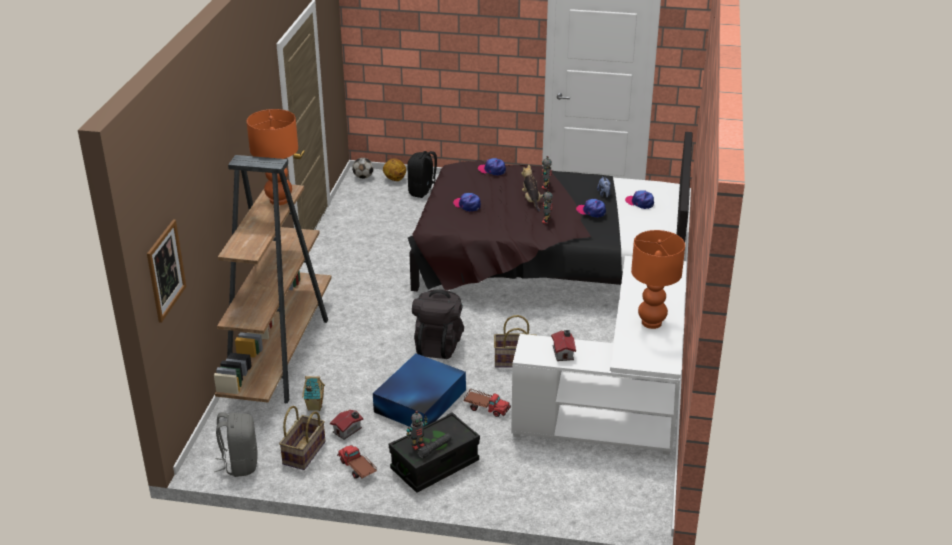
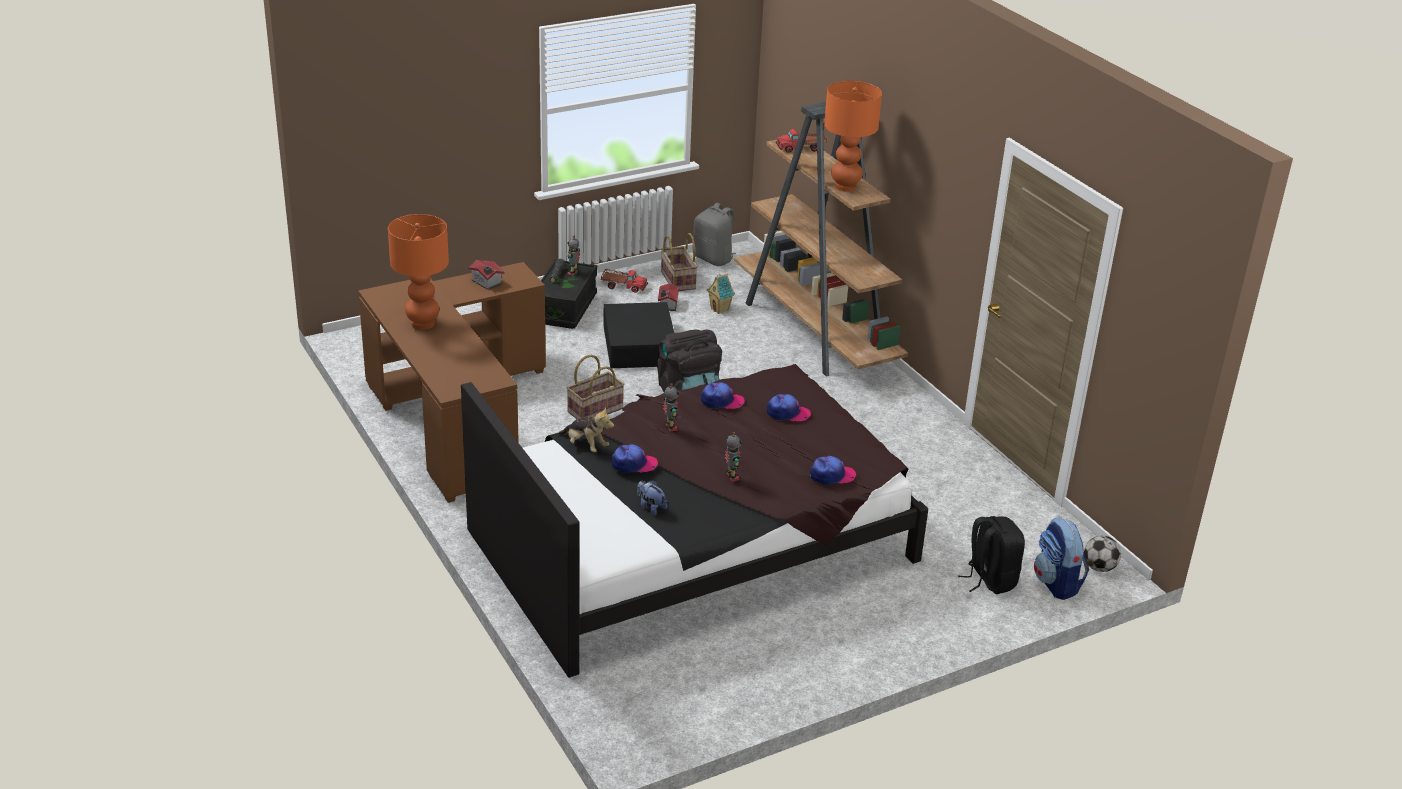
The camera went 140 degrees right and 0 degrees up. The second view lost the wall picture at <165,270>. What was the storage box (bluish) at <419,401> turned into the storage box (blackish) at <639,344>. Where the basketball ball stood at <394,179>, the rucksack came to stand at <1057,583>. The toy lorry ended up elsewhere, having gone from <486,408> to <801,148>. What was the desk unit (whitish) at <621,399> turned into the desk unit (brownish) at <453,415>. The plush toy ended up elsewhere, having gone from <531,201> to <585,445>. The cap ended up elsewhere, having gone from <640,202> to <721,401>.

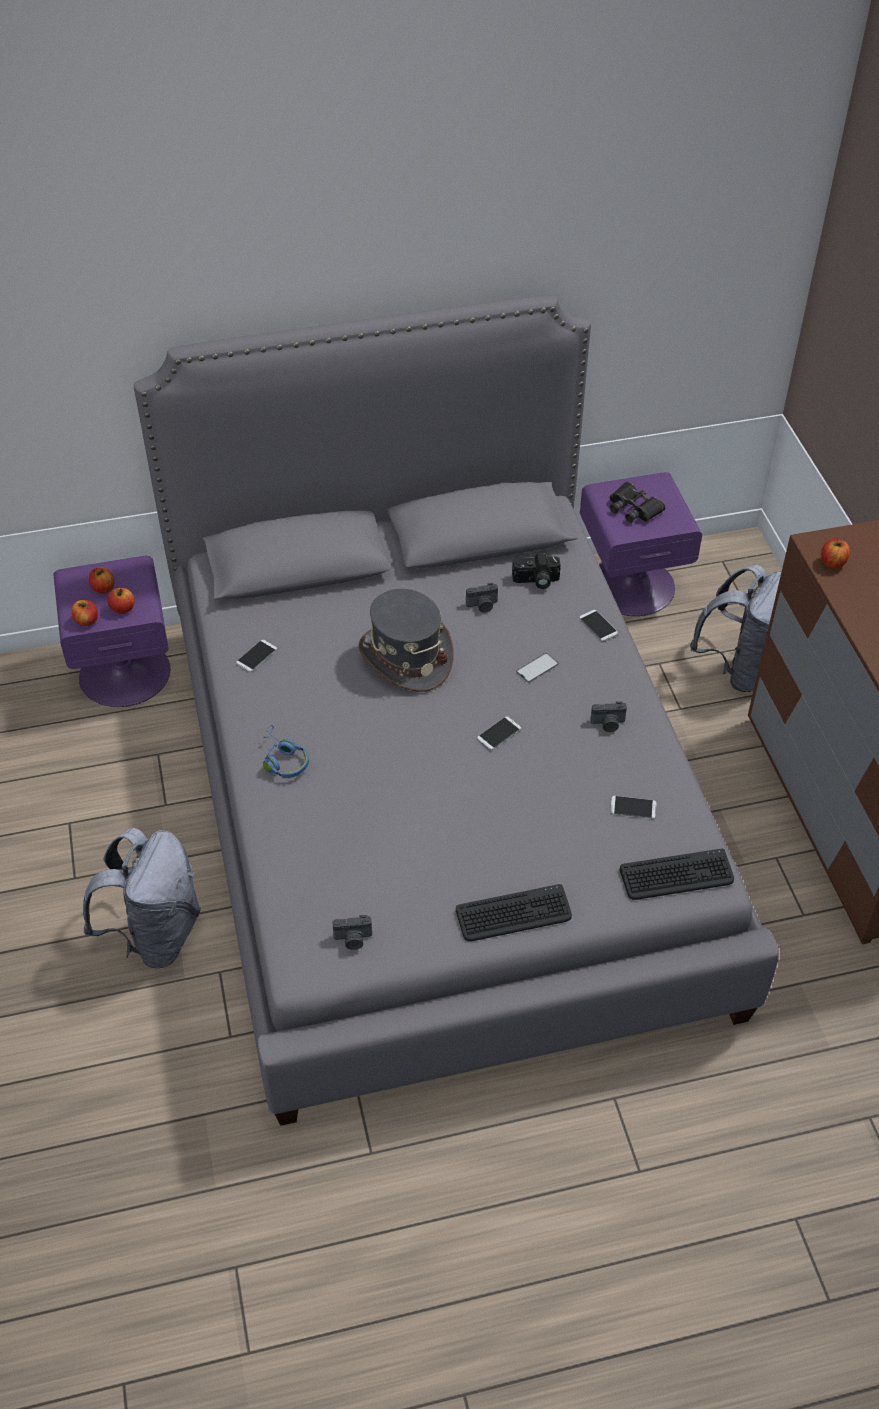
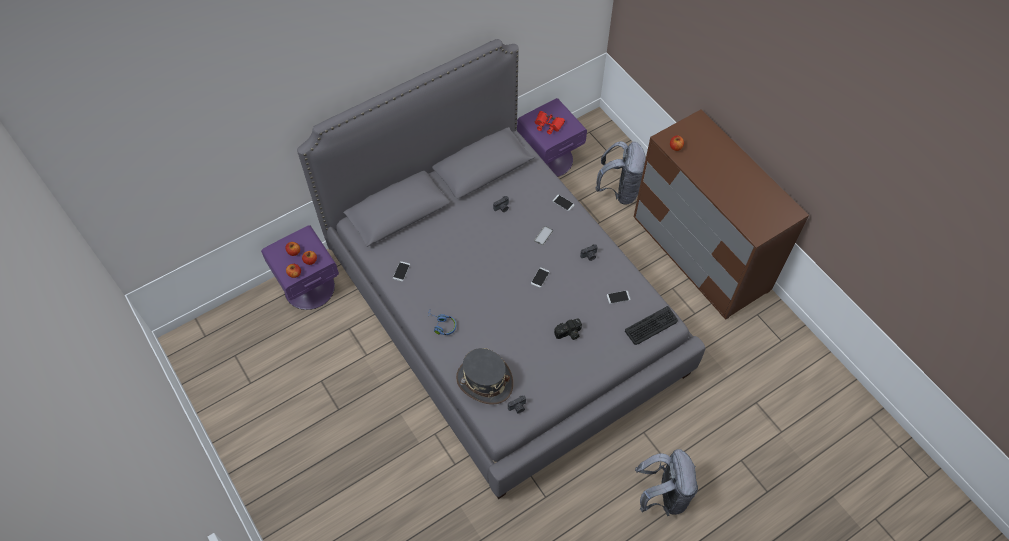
The camera went 20 degrees left and 10 degrees up. The rucksack (greyish) ended up elsewhere, having gone from <156,934> to <663,494>. The hat (greyish) ended up elsewhere, having gone from <405,657> to <484,381>. The second view lost the keyboard at <514,914>. The still camera ended up elsewhere, having gone from <536,581> to <568,334>. What was the pair of binoculars (blackish) at <634,508> turned into the pair of binoculars (reddish) at <548,124>.

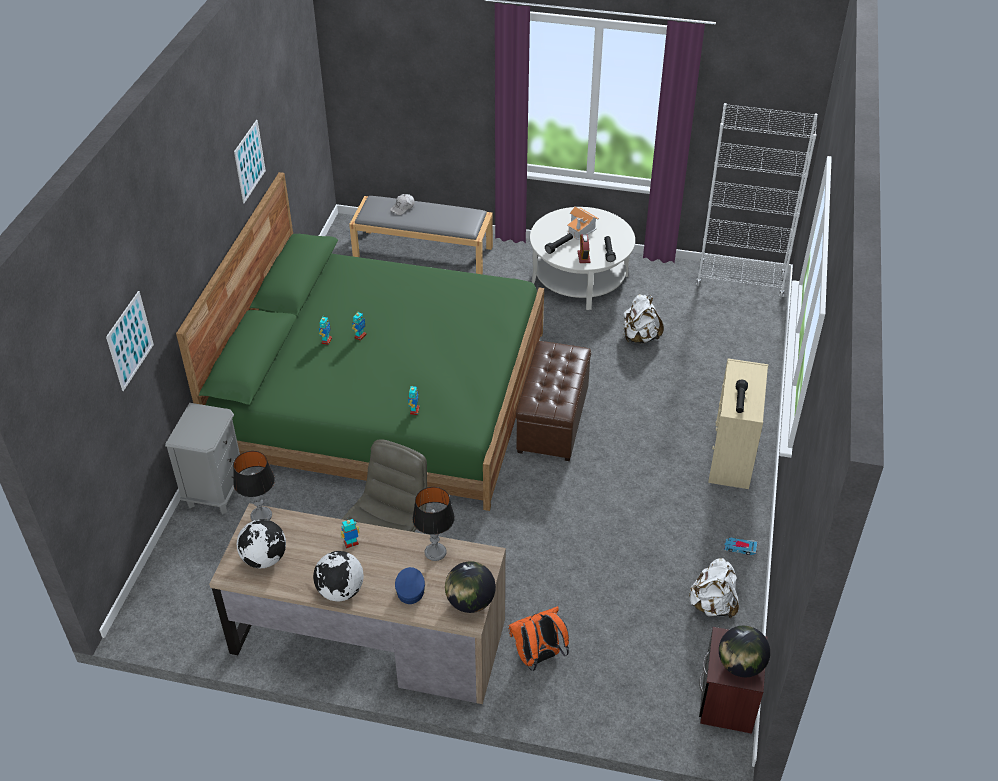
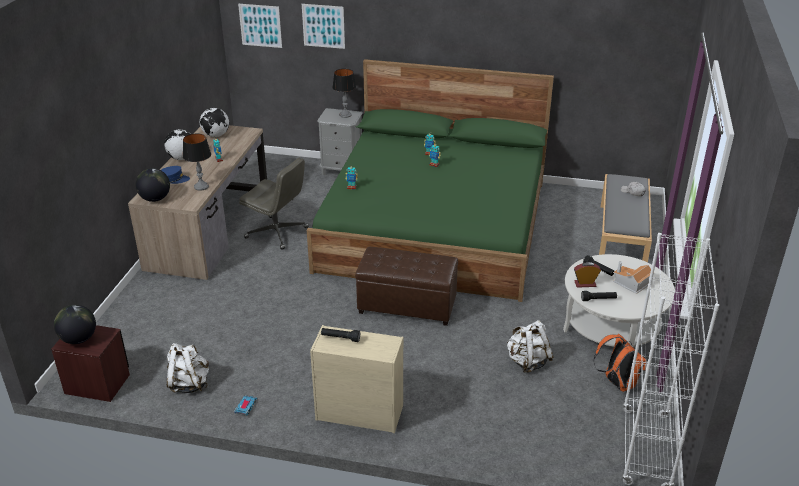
The camera went 90 degrees right and 10 degrees down. The tabletop lamp ended up elsewhere, having gone from <261,516> to <345,115>. The wall picture ended up elsewhere, having gone from <249,161> to <260,25>. The rucksack (orange-coloured) ended up elsewhere, having gone from <538,657> to <617,383>.

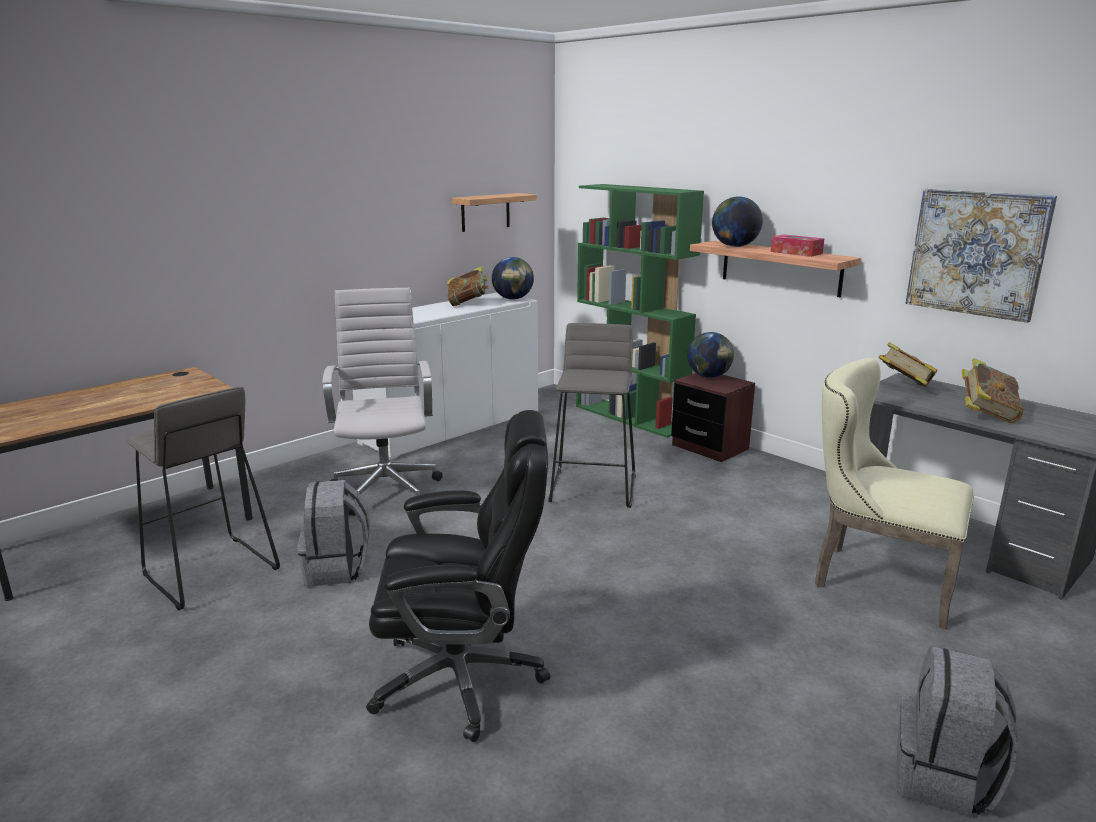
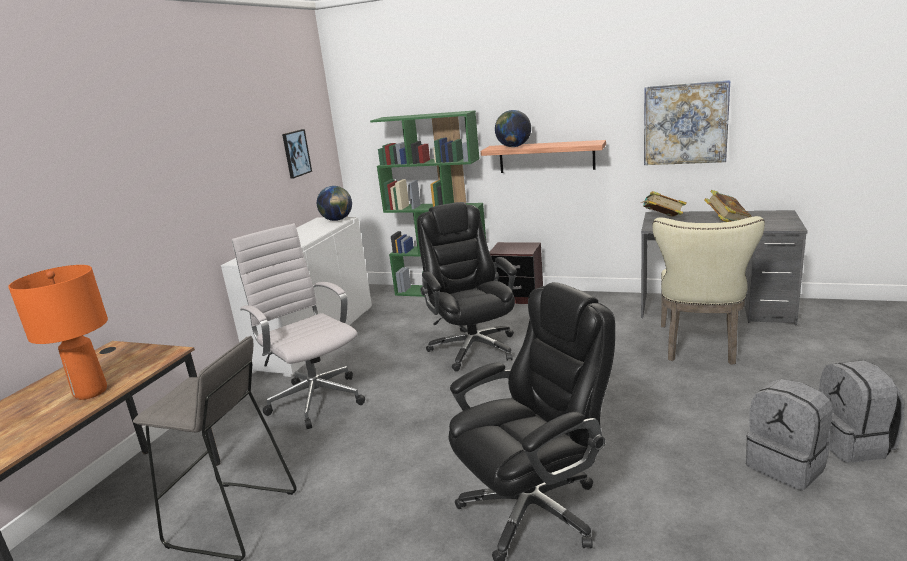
The camera went 25 degrees left and 0 degrees up. The rucksack (greyish) ended up elsewhere, having gone from <337,569> to <787,466>. The second view lost the volume at <468,304>. Where the shelf hung at <485,212>, the wall picture came to hang at <296,153>. Where the stool (greyish) stood at <593,488>, the office chair (blackish) came to stand at <472,347>. The second view lost the world globe at <709,376>. The second view lost the tissue holder at <796,252>. The plain chair (beige-coloured) at <875,579> ended up facing another way, 75 degrees counterclockwise from before. The second view gained the tabletop lamp (orange-coloured) at <91,392>.

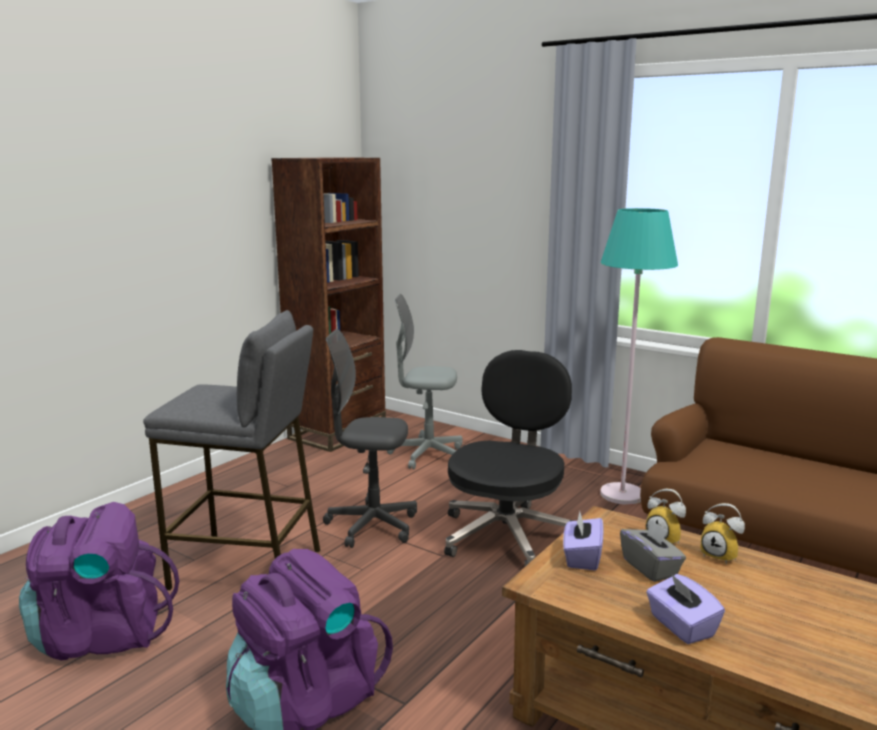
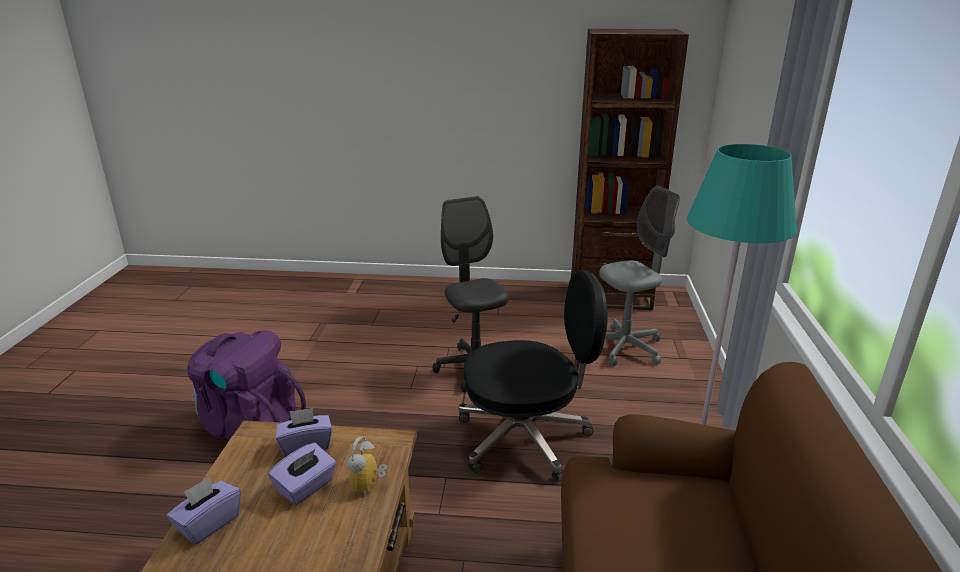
The camera went 60 degrees right and 10 degrees up. The second view lost the rucksack (purple) at <102,635>. The second view lost the stool (greyish) at <247,568>. The office chair (greyish) at <427,455> ended up facing another way, 90 degrees clockwise from before. What was the tissue holder (greyish) at <650,568> turned into the tissue holder (purple) at <306,487>. The second view lost the bedside clock at <721,556>.

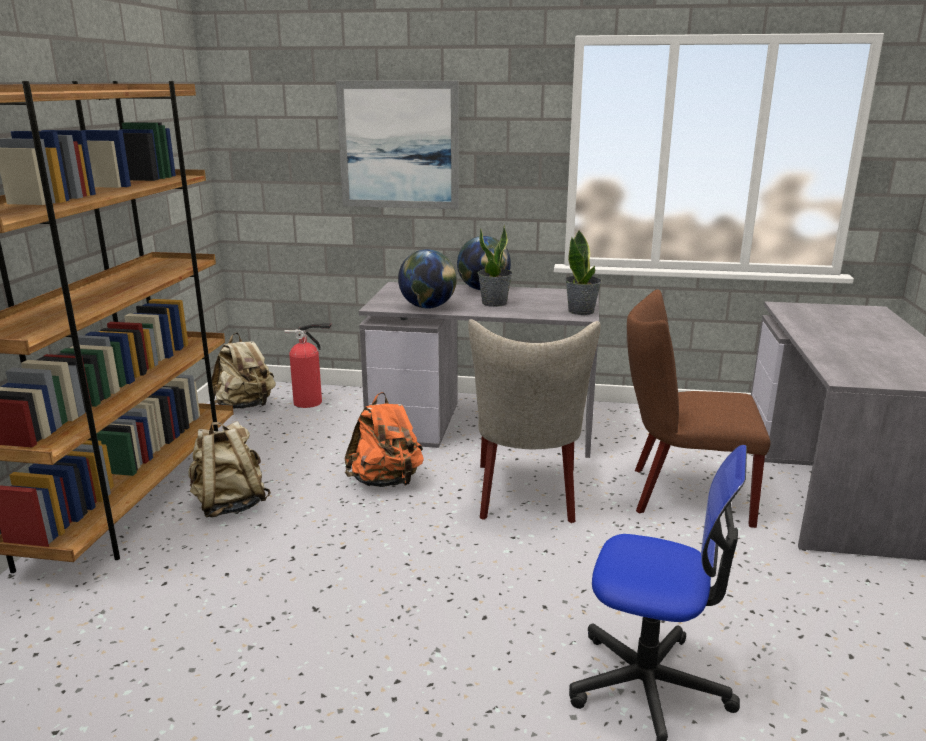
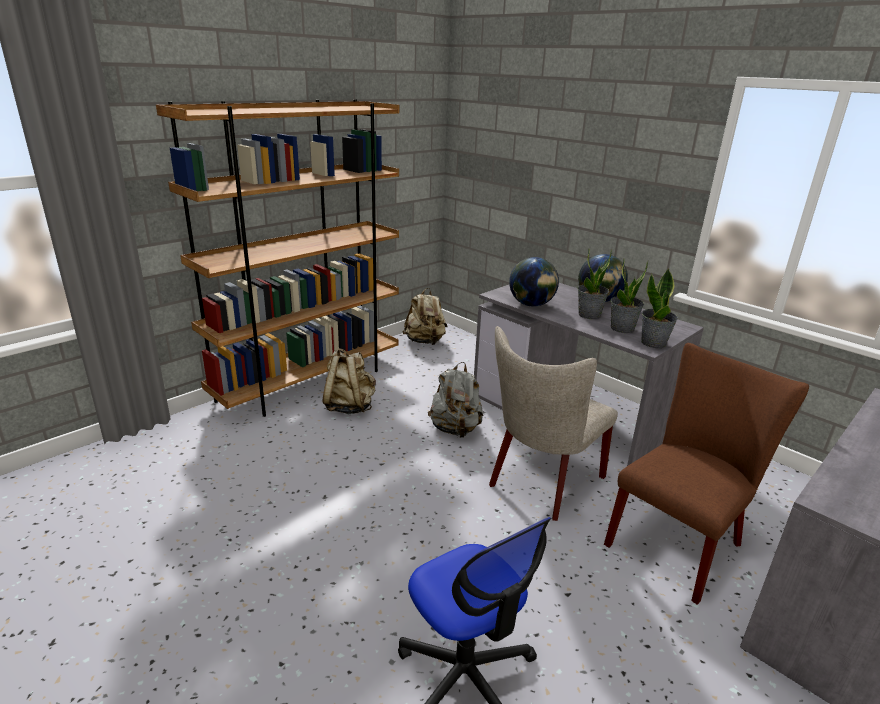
The camera went 35 degrees right and 5 degrees up. The second view lost the fire extinguisher at <311,402>. The second view lost the wall picture at <398,145>. What was the rucksack (orange-coloured) at <386,481> turned into the rucksack (greyish) at <455,429>. The plain chair (brownish) at <681,494> ended up facing another way, 90 degrees clockwise from before. The second view gained the houseplant at <622,328>.

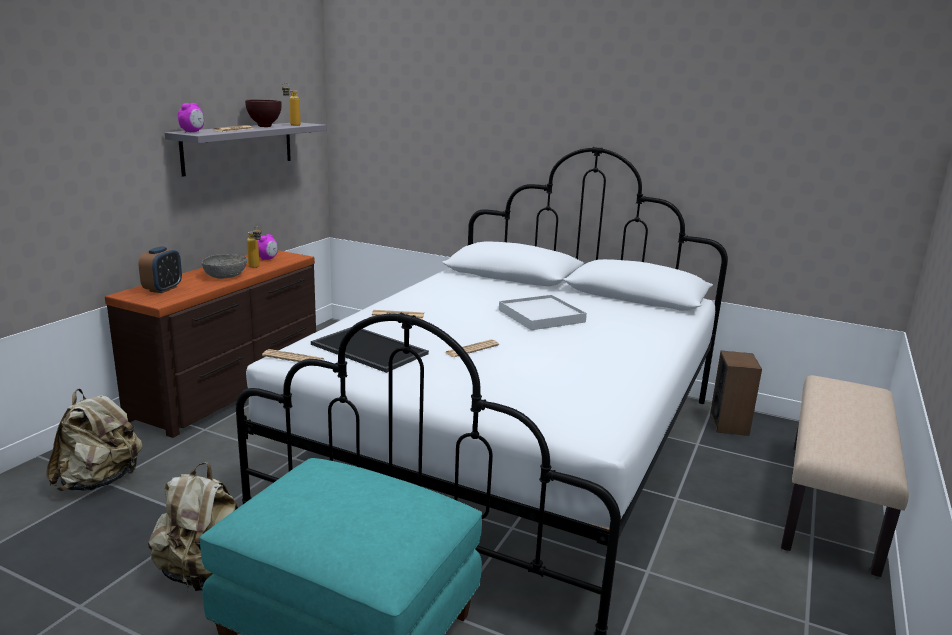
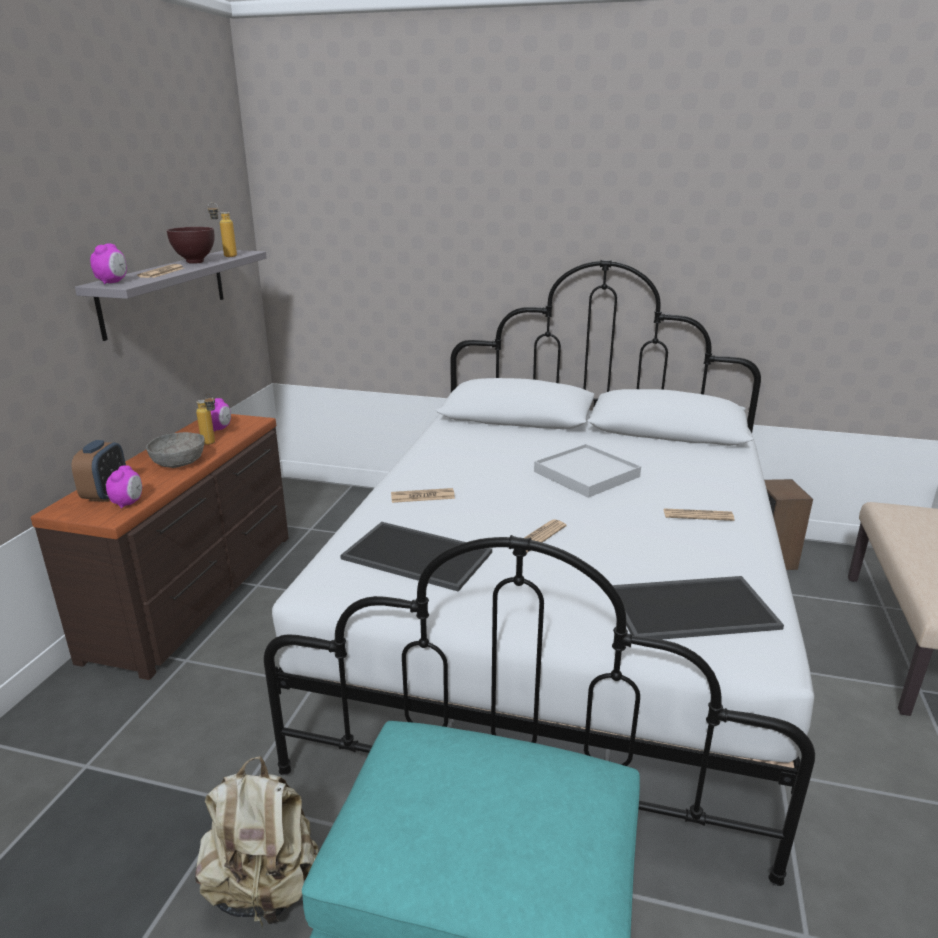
The camera went 10 degrees left and 5 degrees up. The second view lost the rucksack (beige-coloured) at <99,481>. The daily paper ended up elsewhere, having gone from <293,358> to <698,515>. The second view gained the bedside clock at <128,503>. The second view gained the serving tray at <691,607>.

